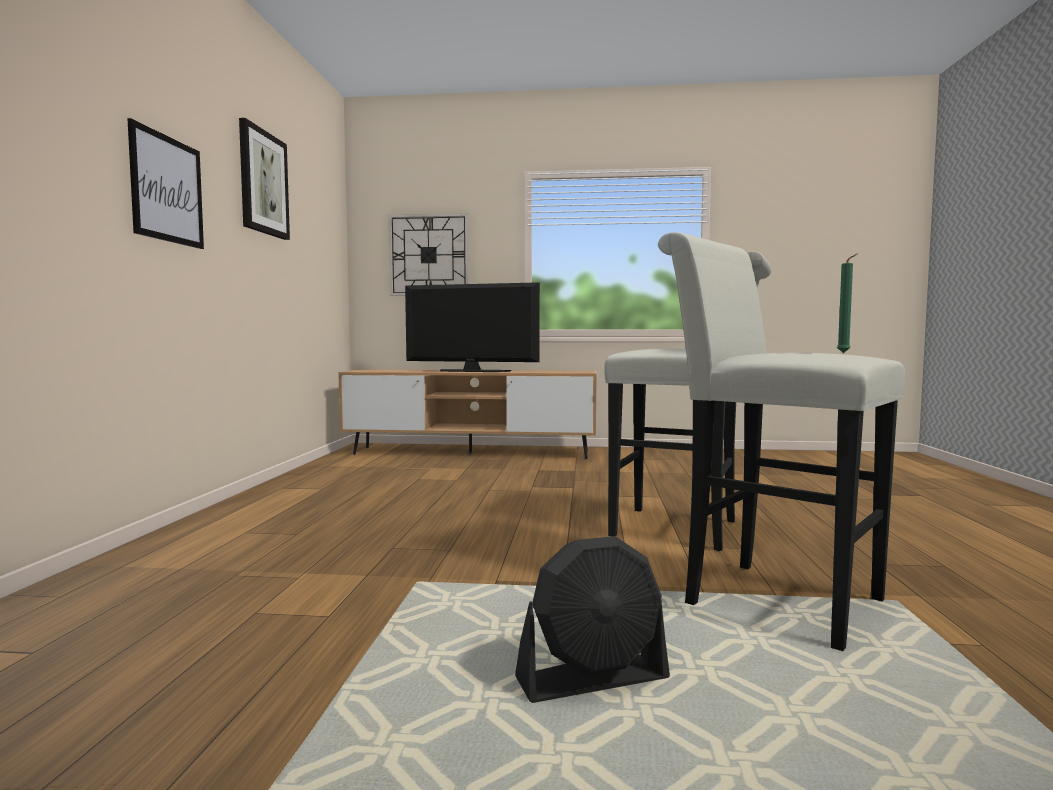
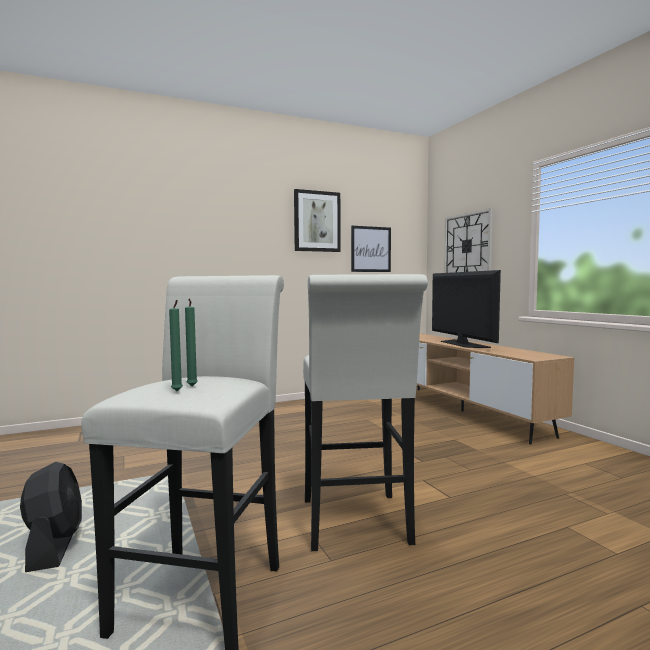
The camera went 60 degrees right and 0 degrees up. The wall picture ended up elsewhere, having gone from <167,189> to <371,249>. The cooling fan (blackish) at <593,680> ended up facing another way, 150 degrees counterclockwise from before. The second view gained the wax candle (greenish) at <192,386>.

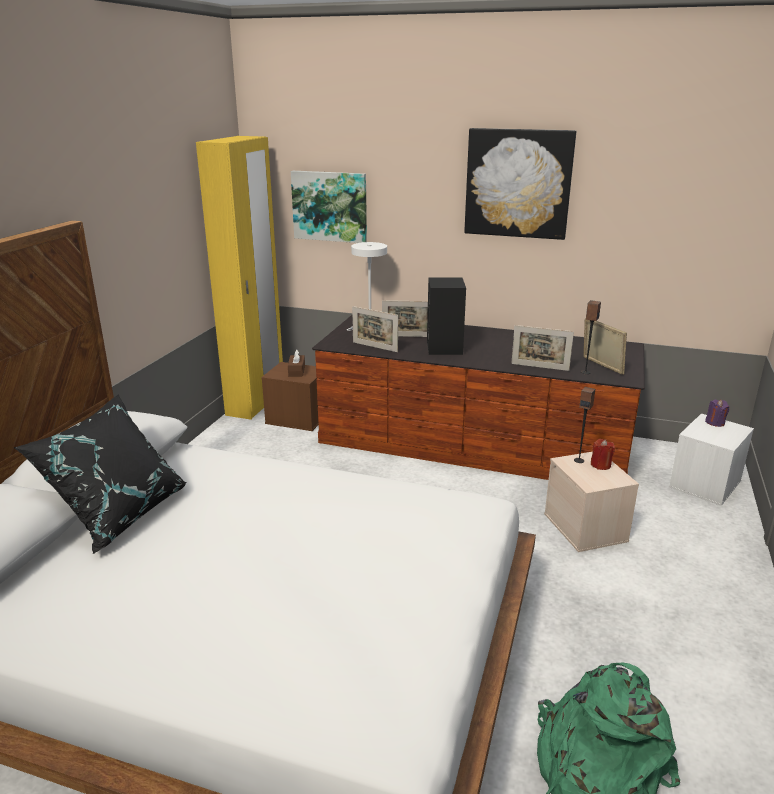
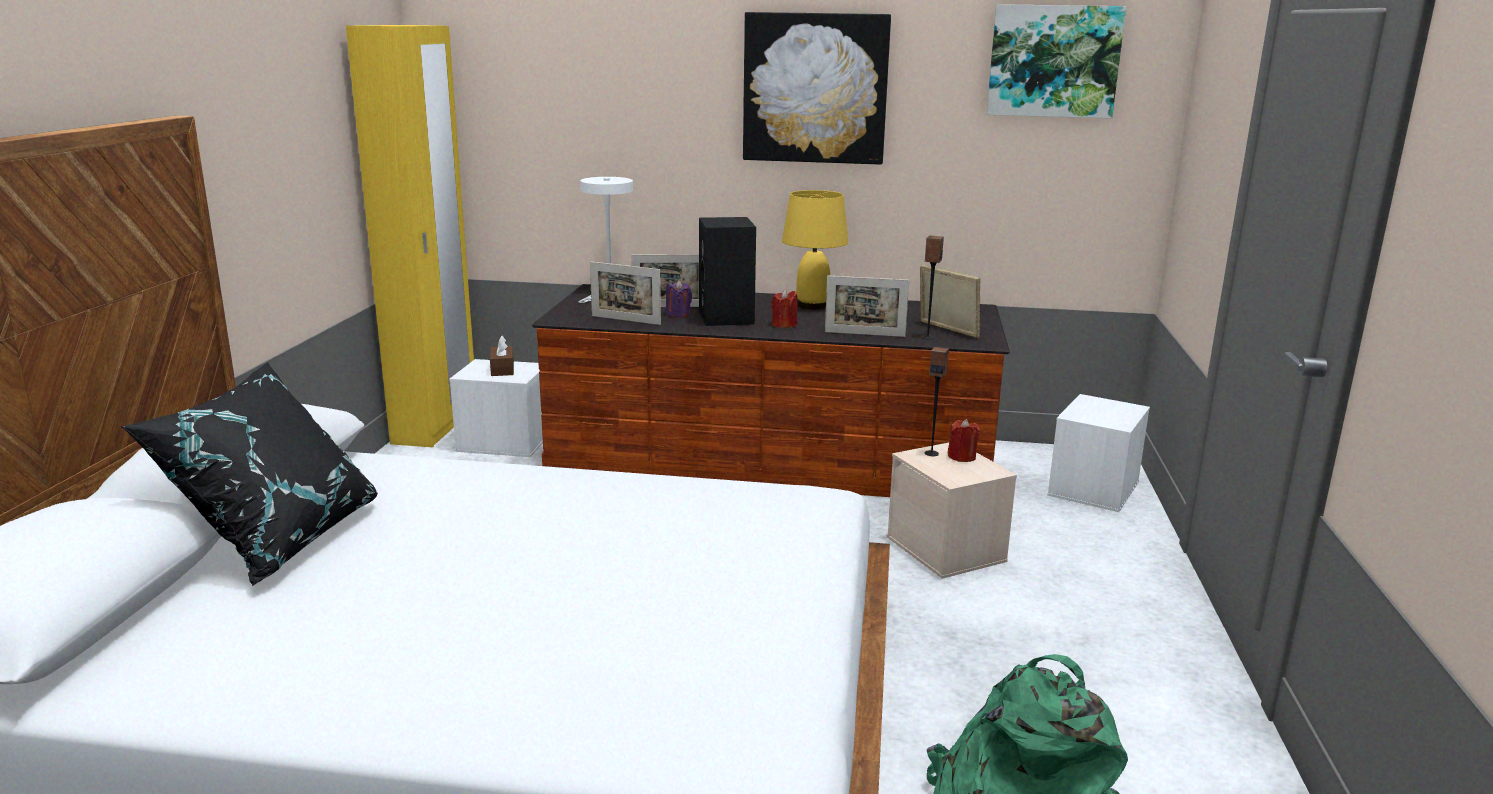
The camera went 10 degrees left and 5 degrees down. What was the storage box (brownish) at <296,418> turned into the storage box (whitish) at <503,442>. The wall picture ended up elsewhere, having gone from <330,206> to <1053,61>. The wax candle (purple) ended up elsewhere, having gone from <715,422> to <678,314>. The second view gained the wax candle (reddish) at <784,325>. The second view gained the tabletop lamp (yellow) at <811,305>.

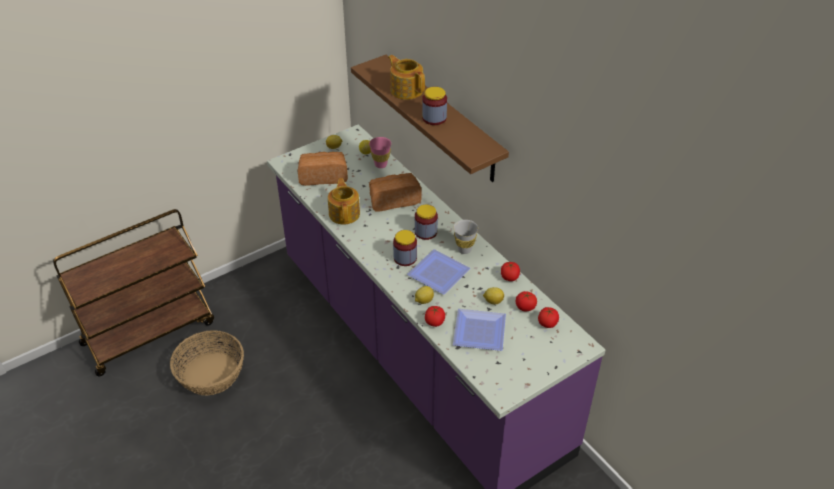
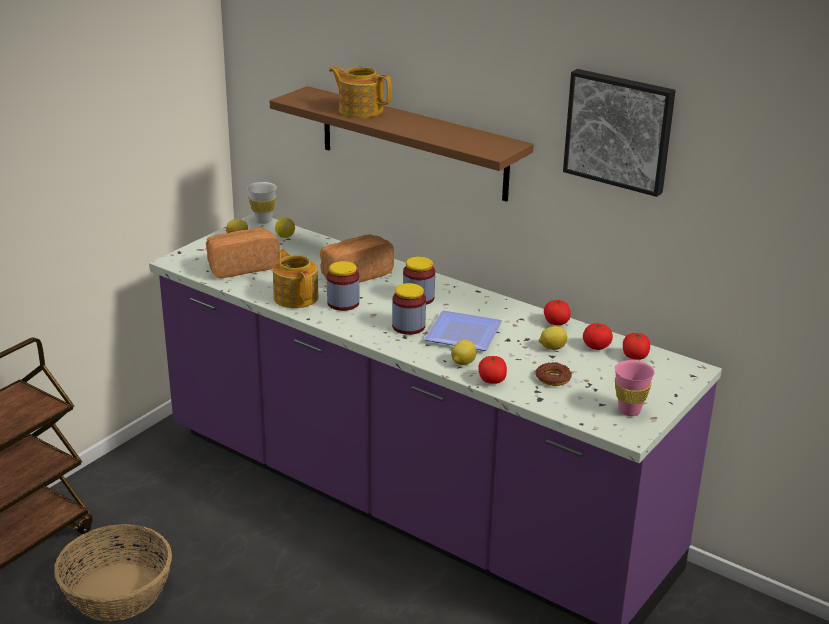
The camera went 20 degrees left and 15 degrees down. The cup (pink) ended up elsewhere, having gone from <381,164> to <629,411>. The preserve jar ended up elsewhere, having gone from <434,118> to <343,303>. The cup (whitish) ended up elsewhere, having gone from <464,249> to <263,220>. Where the flat dish stood at <477,330>, the ring doughnut came to stand at <553,378>. The second view gained the wall picture at <620,130>.

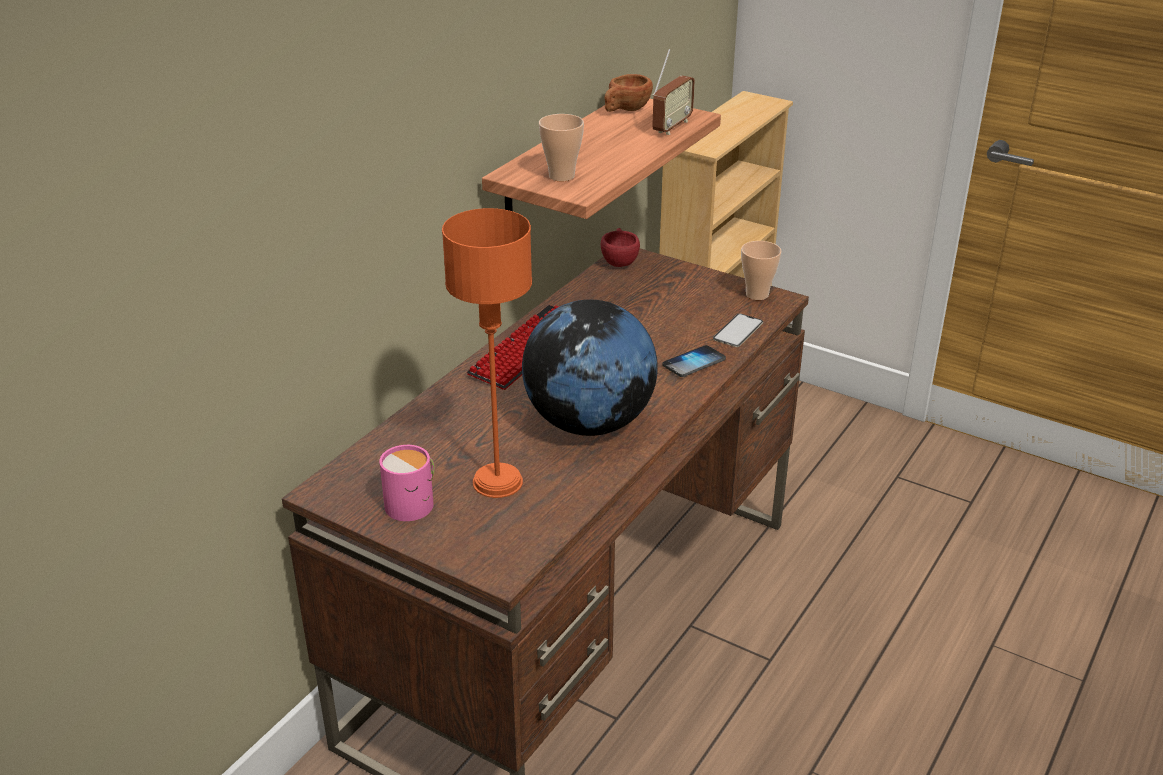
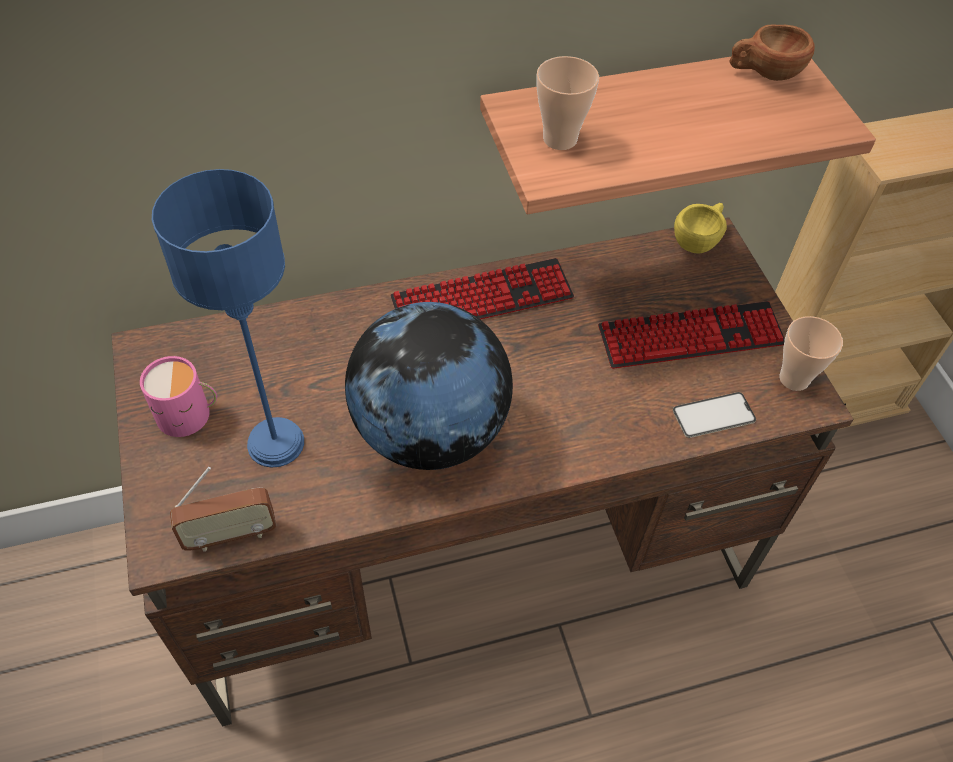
The camera went 40 degrees right and 20 degrees up. What was the tabletop lamp (orange-coloured) at <496,482> turned into the tabletop lamp (bluish) at <275,442>. What was the cup (reddish) at <619,260> turned into the cup (yellow) at <698,240>. The radio receiver ended up elsewhere, having gone from <672,127> to <230,535>. The second view lost the telephone at <694,363>. The second view gained the keyboard at <691,337>.

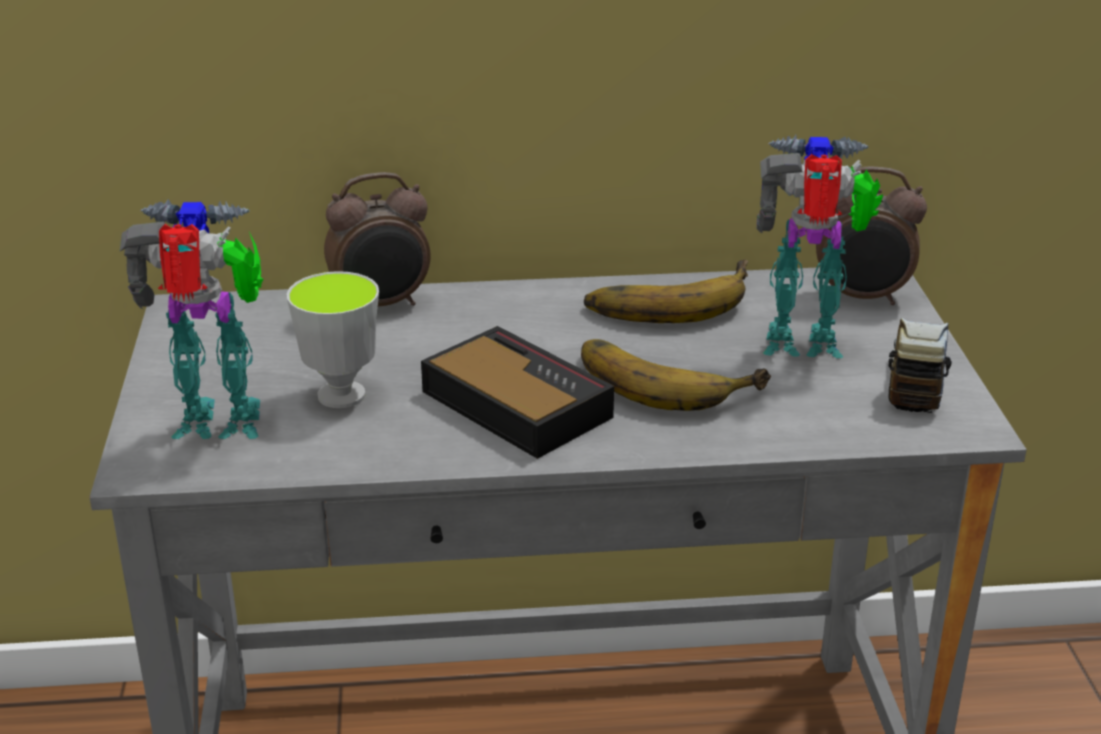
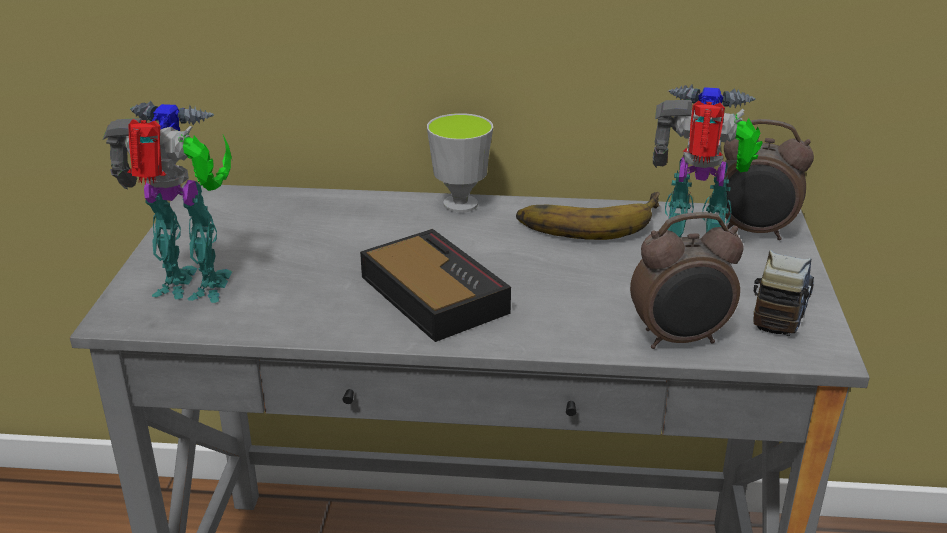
The camera went 10 degrees right and 0 degrees up. The cup ended up elsewhere, having gone from <341,395> to <460,204>. The bedside clock ended up elsewhere, having gone from <382,305> to <680,340>. The second view lost the banana at <667,378>.

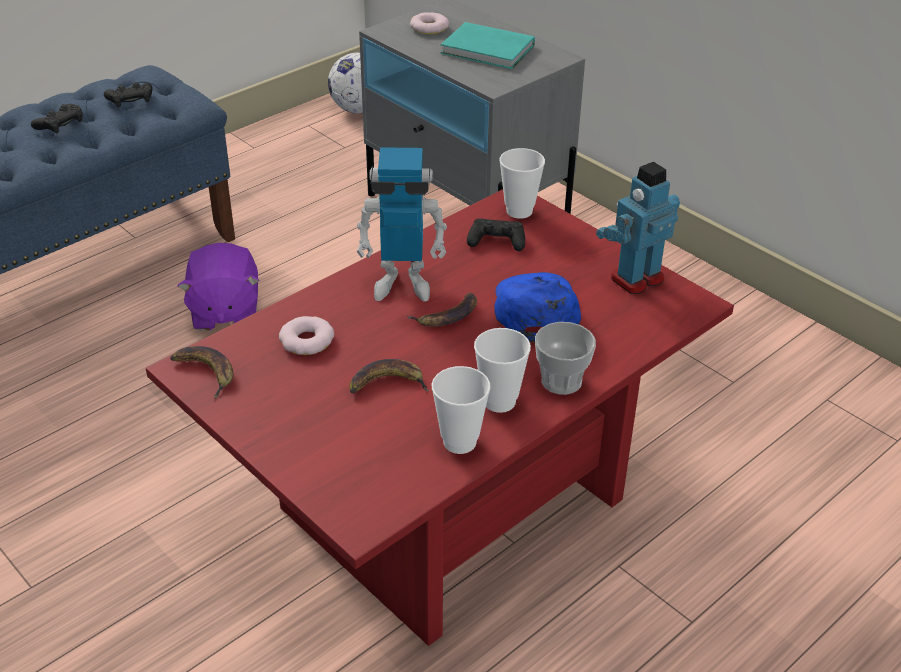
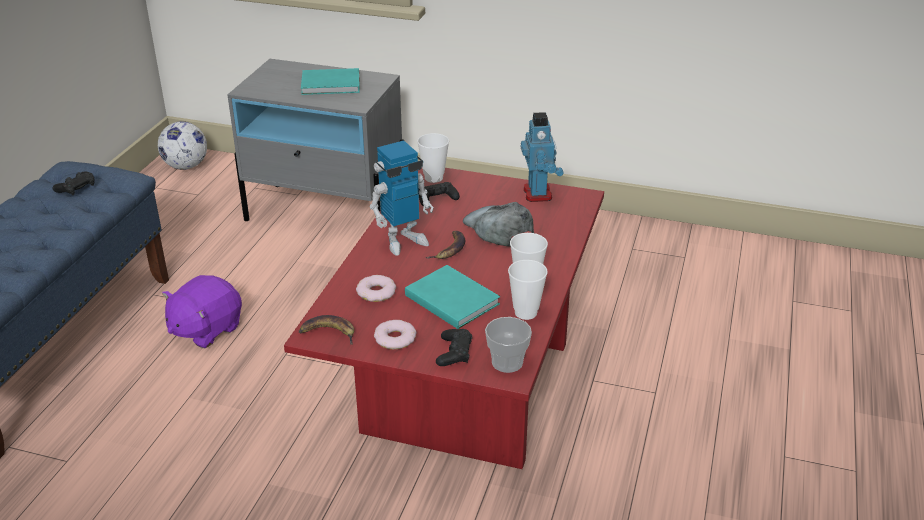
The camera went 30 degrees left and 5 degrees down. The gamepad (blackish) ended up elsewhere, having gone from <60,124> to <454,352>. The plush toy (purple) at <224,312> ended up facing another way, 75 degrees clockwise from before. Where the banana stood at <386,384>, the volume (turquoise) came to stand at <451,298>. The ring doughnut ended up elsewhere, having gone from <429,28> to <395,338>. What was the cap (bluish) at <536,310> turned into the cap (greyish) at <499,229>. The cup ended up elsewhere, having gone from <561,381> to <507,362>. The model robot at <636,278> ended up facing another way, 150 degrees clockwise from before.

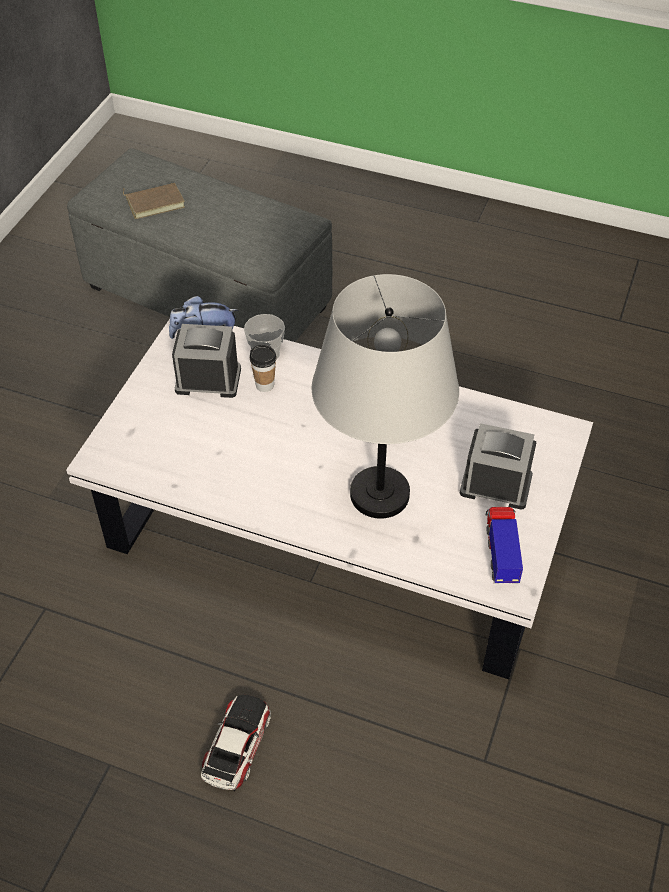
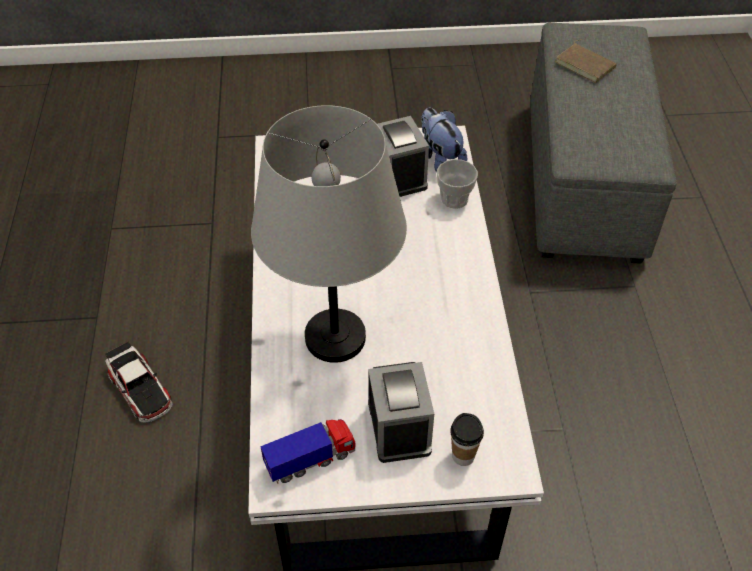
The camera went 65 degrees right and 0 degrees up. The miniature car at <237,745> ended up facing another way, 60 degrees clockwise from before. The cup ended up elsewhere, having gone from <264,385> to <463,456>.

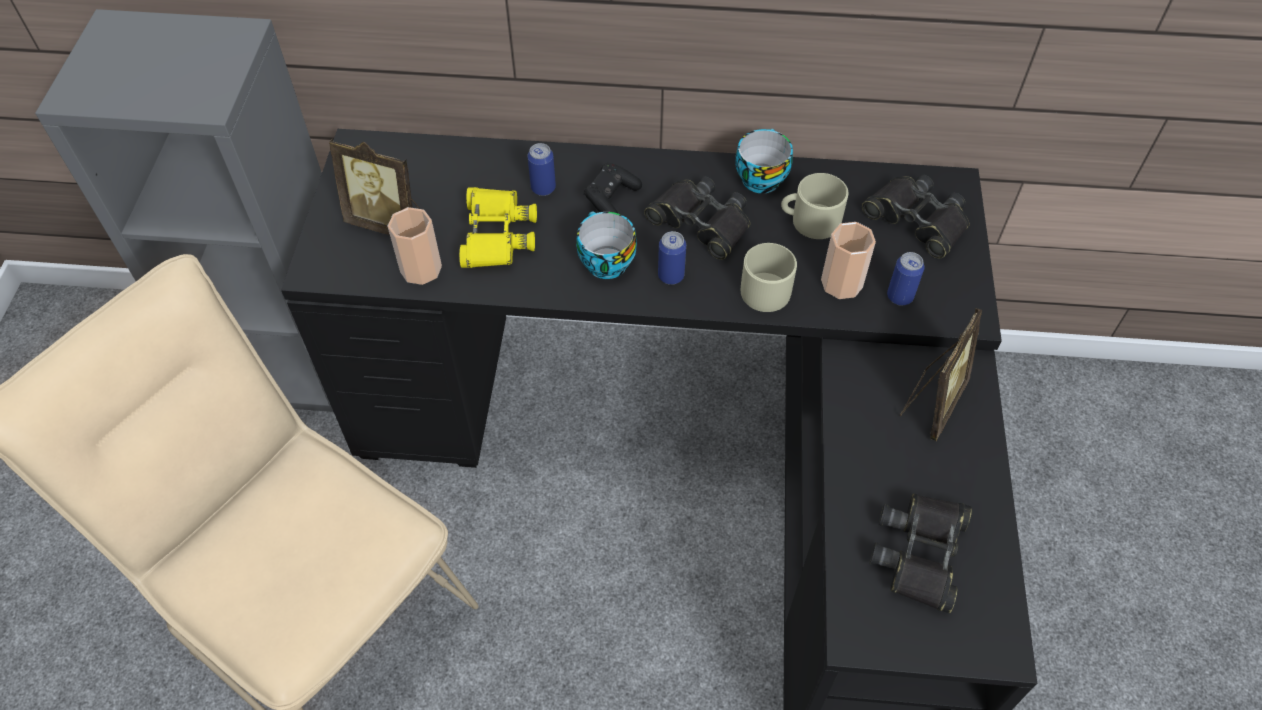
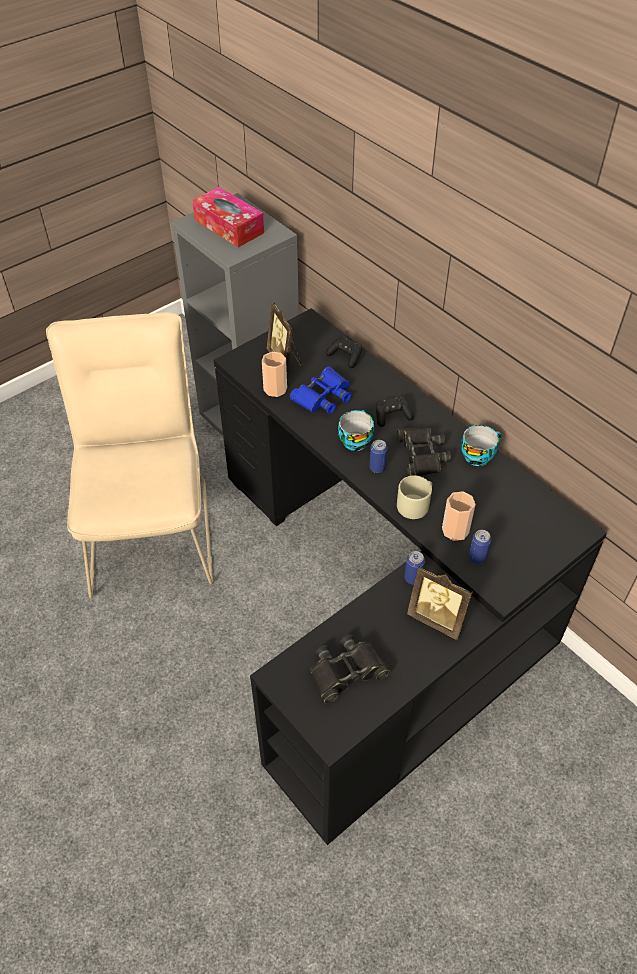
The camera went 45 degrees right and 5 degrees down. What was the pair of binoculars (yellow) at <496,234> turned into the pair of binoculars (bluish) at <323,396>. The sealed can ended up elsewhere, having gone from <543,188> to <413,578>. The second view lost the tea mug (beige-coloured) at <809,220>. The second view lost the pair of binoculars (blackish) at <917,220>. The photo frame at <931,403> ended up facing another way, 45 degrees clockwise from before. The second view gained the tissue holder at <229,226>. The second view gained the gamepad (blackish) at <345,356>.

